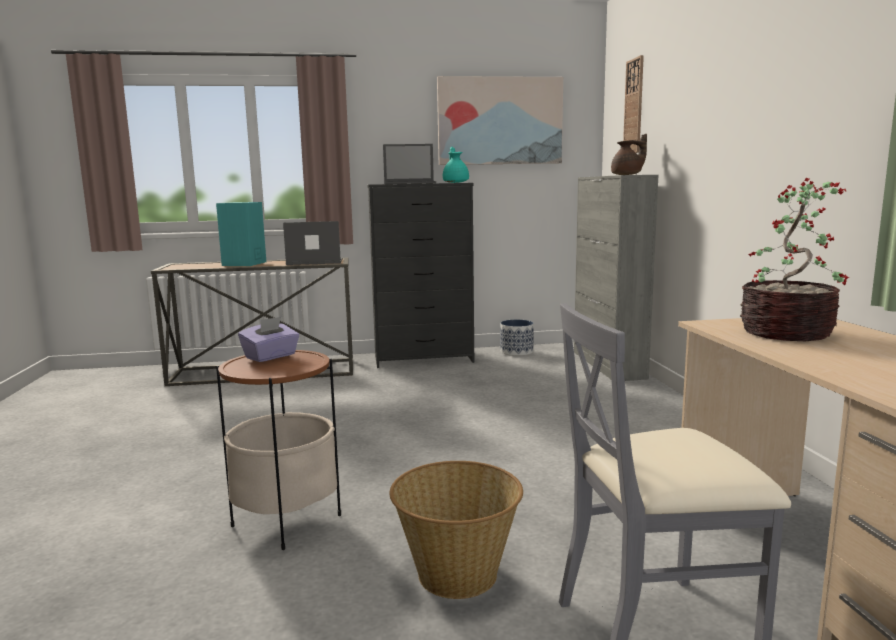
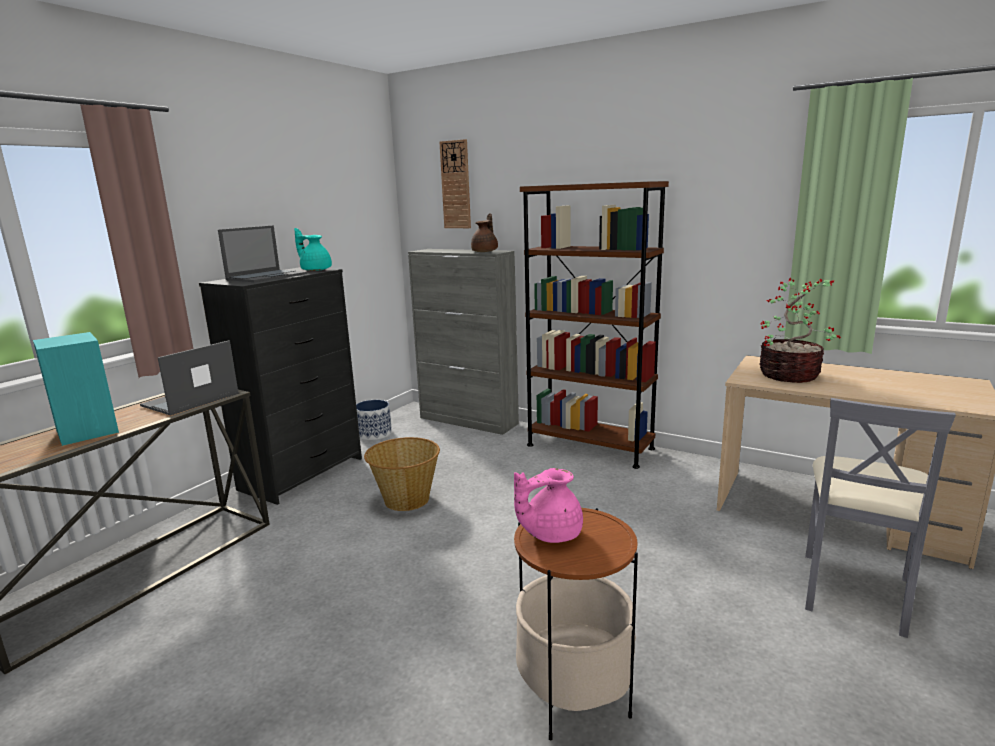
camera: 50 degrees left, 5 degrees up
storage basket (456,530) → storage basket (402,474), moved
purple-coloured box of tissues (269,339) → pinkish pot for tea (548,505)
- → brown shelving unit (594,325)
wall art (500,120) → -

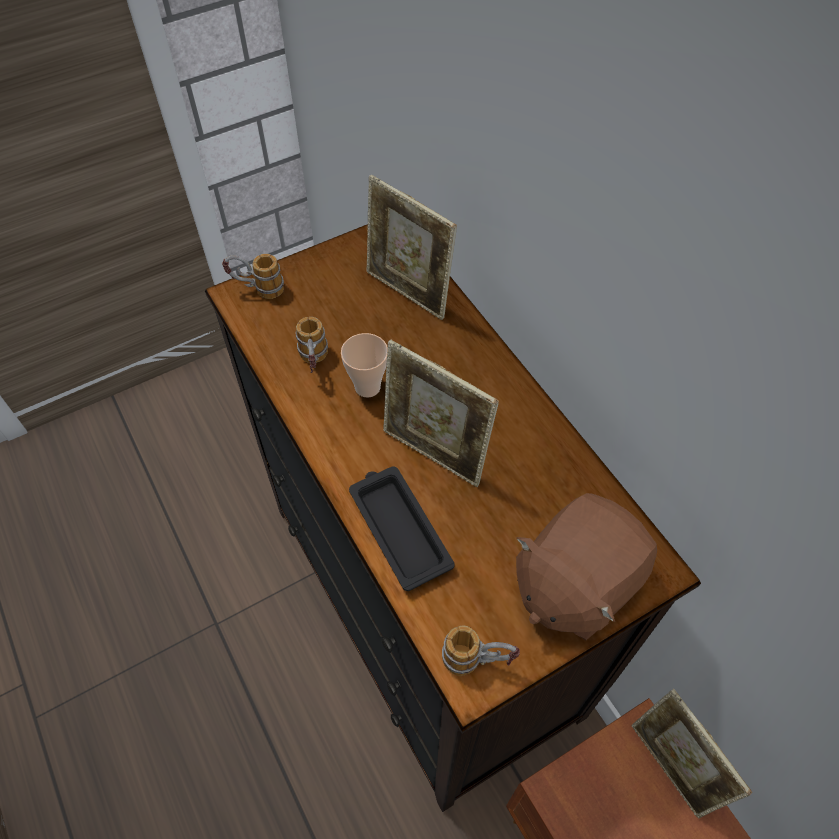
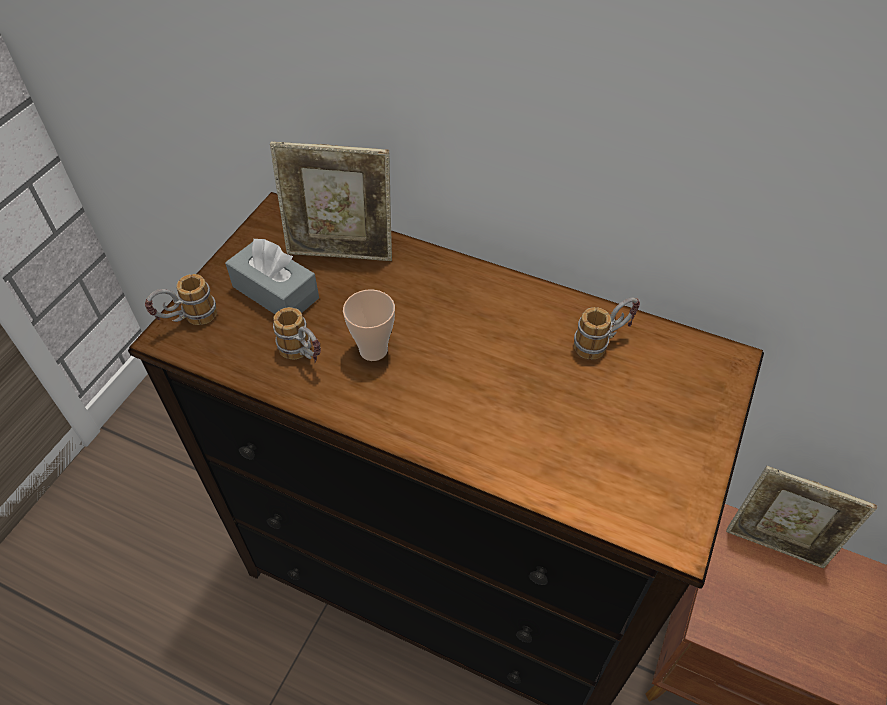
camera: 35 degrees left, 5 degrees down
- → greyish box of tissues (272,276)
mug (481,650) → mug (607,328), moved
blackish carrying tray (402,529) → -
photo frame (441,413) → -
brown plush toy (586,566) → -

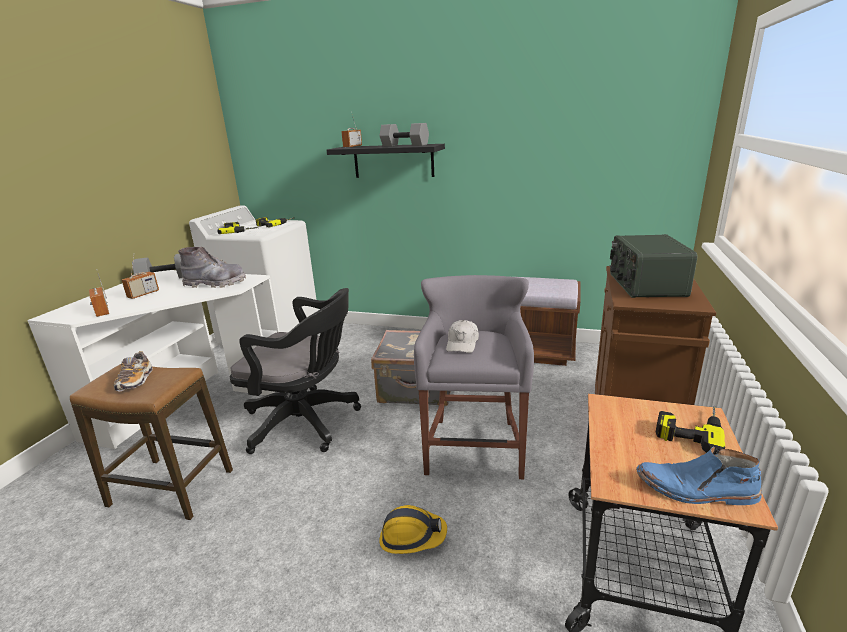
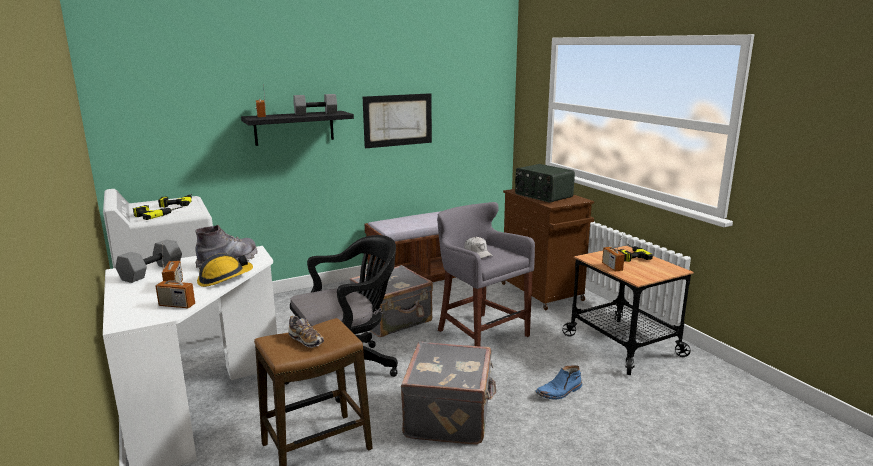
camera: 45 degrees left, 5 degrees down
hard hat (413,529) → hard hat (225,270), moved
- → wall art (397,120)
- → greyish piece of luggage (448,393)
blue-coloured boot (699,475) → blue-coloured boot (558,382), moved
- → radio receiver (613,254)

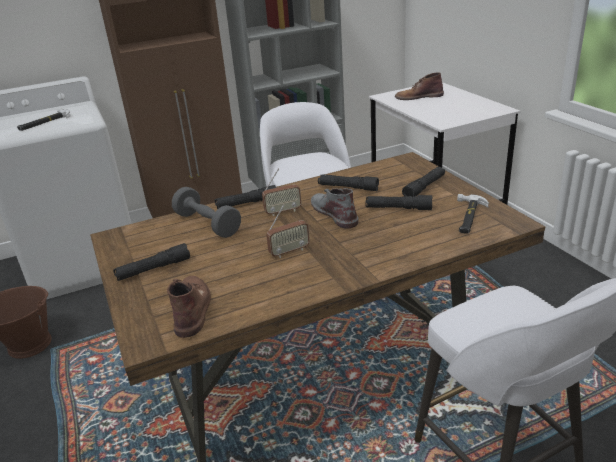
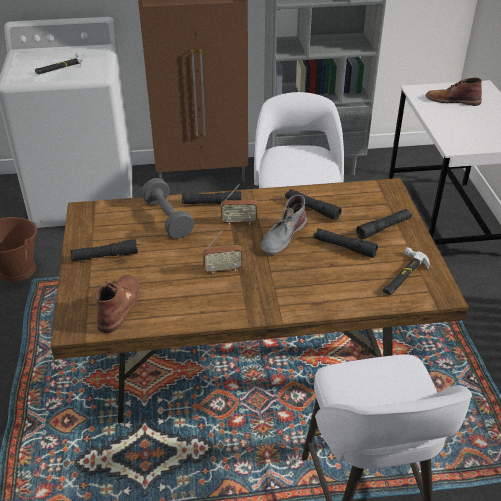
camera: 15 degrees right, 10 degrees up
greyish boot (334,208) → greyish boot (284,225), 135 degrees counterclockwise

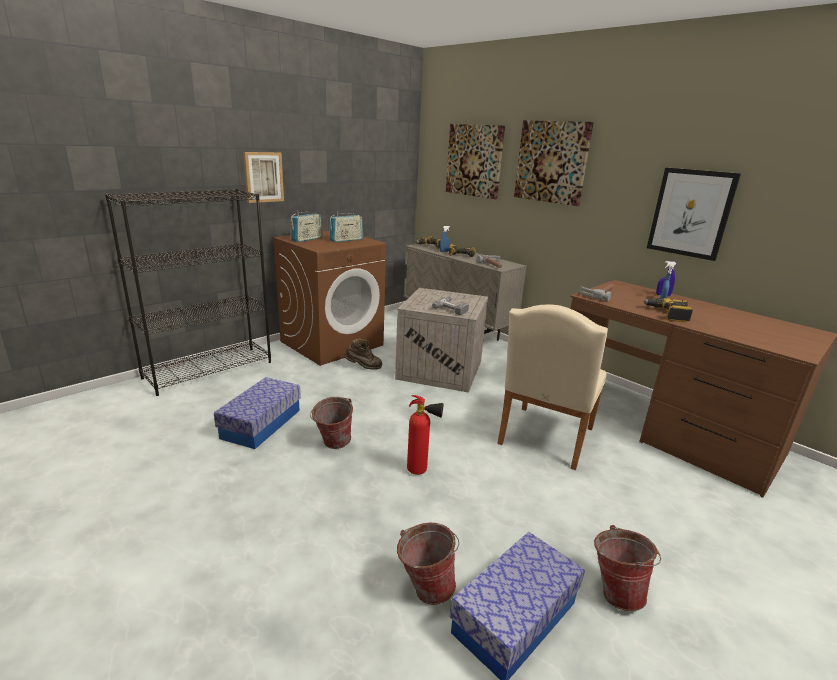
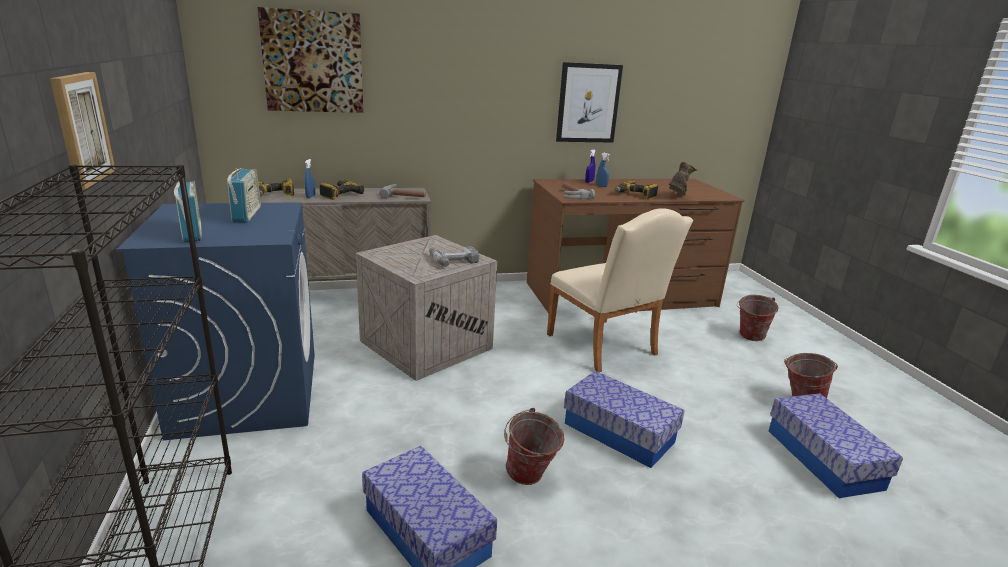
camera: 60 degrees left, 0 degrees up
brown washing machine (329,298) → blue-coloured washing machine (215,321)
fire extinguisher (425,435) → storage container (624,419)
brown boot (363,354) → brown boot (683,178), moved
bucket (428,564) → bucket (757,318), moved
wall art (554,163) → -

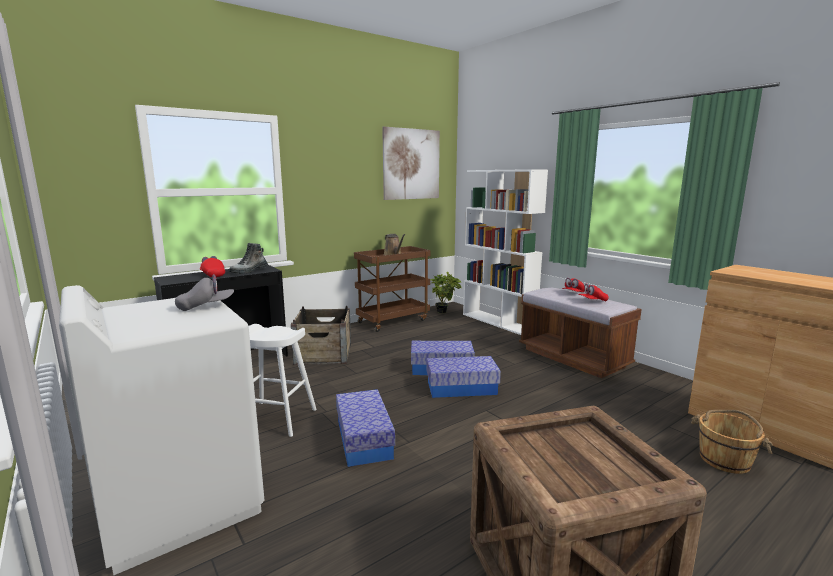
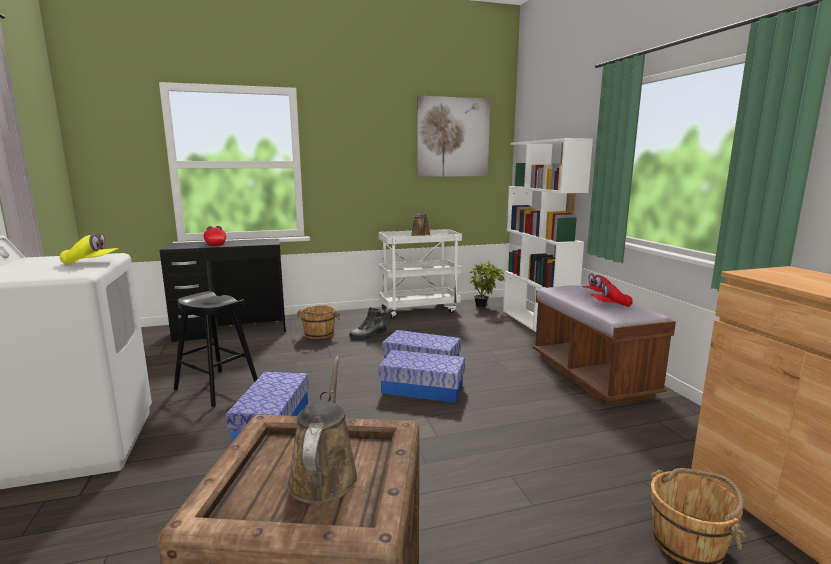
camera: 20 degrees right, 0 degrees up
greyish baseball cap (204,292) → yellow-coloured baseball cap (89,248)
white-coloured stool seat (283,380) → blackish stool seat (216,349)
- → brown watering pot (323,430)
crate (321,335) → brown bucket (318,322)
boot (248,258) → boot (368,323), moved
brown wheeled cart (392,289) → white-coloured wheeled cart (420,274)

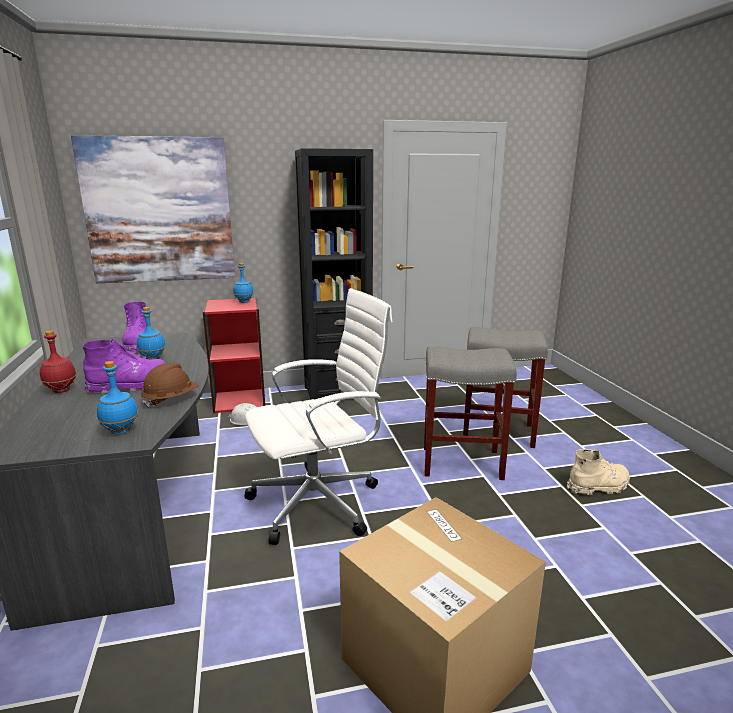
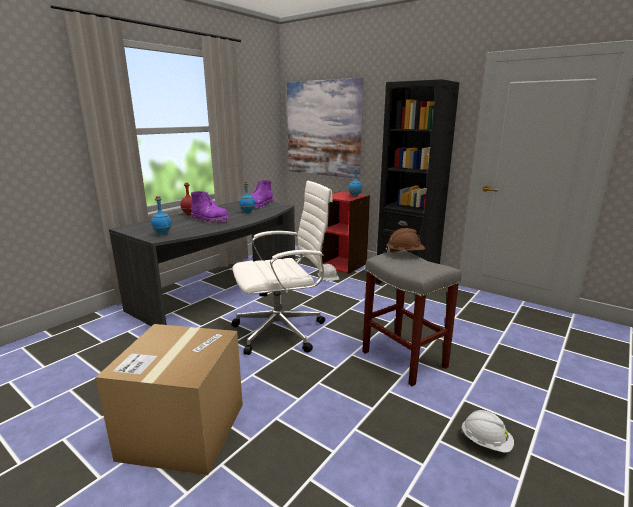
camera: 50 degrees right, 0 degrees up
white-coloured office chair (318,416) → white-coloured office chair (282,268), 45 degrees counterclockwise
brown hard hat (170,385) → brown hard hat (405,241), moved
beige-coloured boot (598,472) → white-coloured hard hat (487,431)
greyish stool seat (505,387) → -

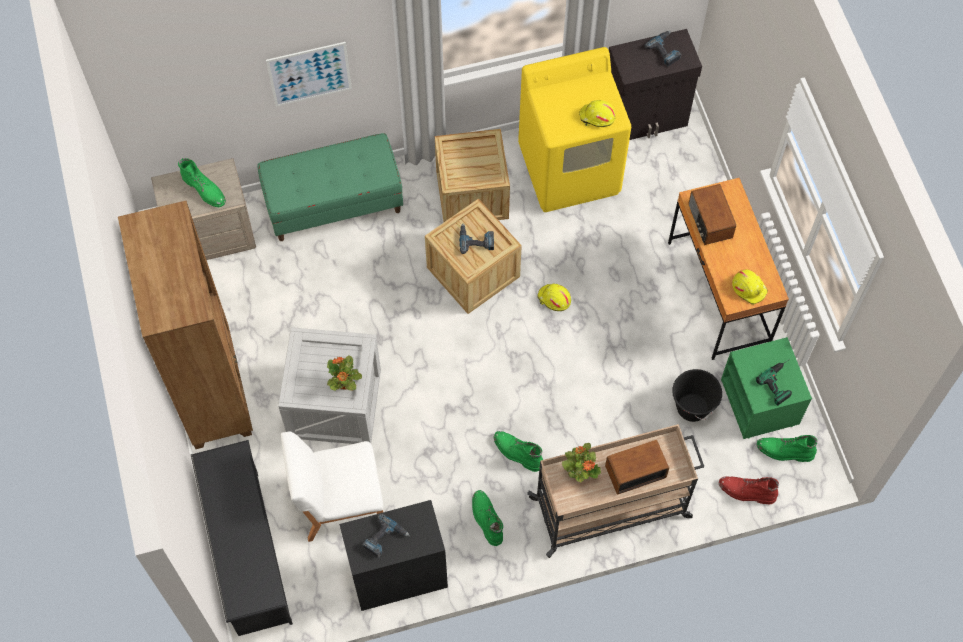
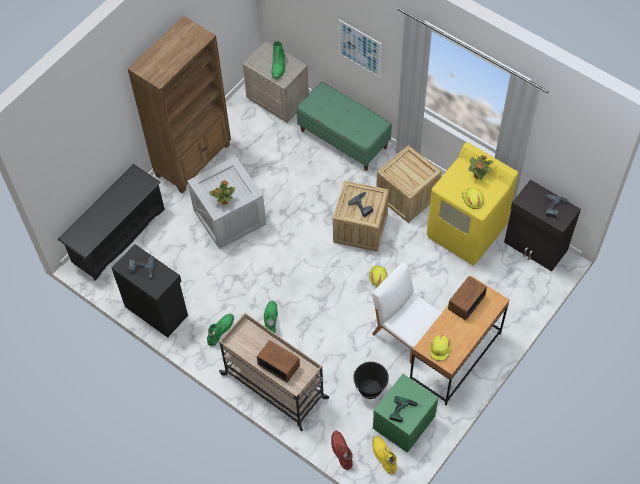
camera: 55 degrees right, 5 degrees down
white-coloured plain chair (332,487) → white-coloured plain chair (407,313), moved
greenish boot (787,448) → yellow-coloured boot (384,455)
plant in a pot (581,462) → plant in a pot (480,167), moved

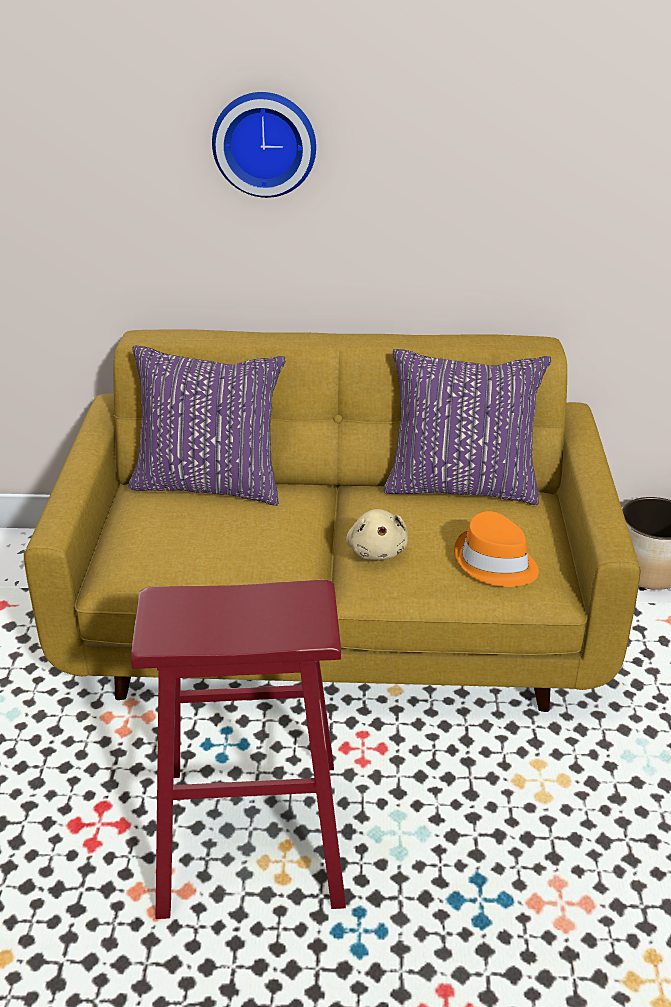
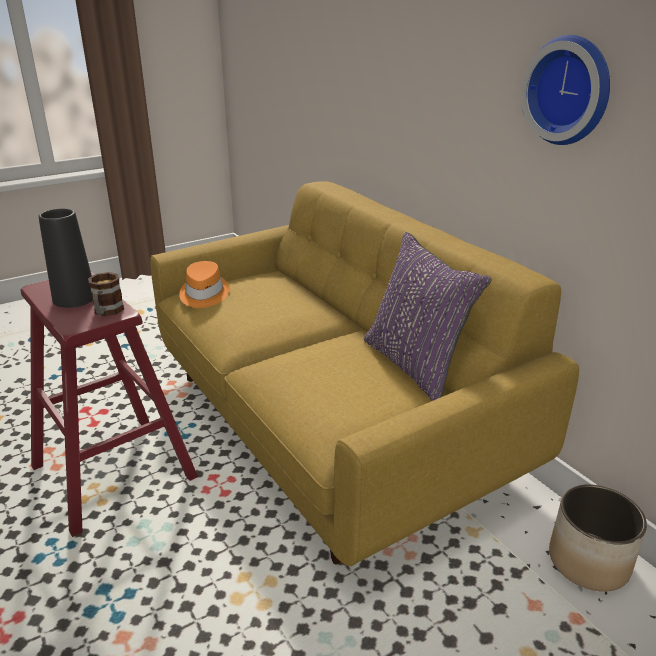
camera: 55 degrees right, 5 degrees down
- → blackish decorative vase (65,258)
- → mug (106,294)
orange hat (496,549) → orange hat (204,284), moved
hanging clock (264,145) → hanging clock (565,90), moved
purple-coloured throw pillow (207,426) → -
beige-coloured plush toy (377,534) → -

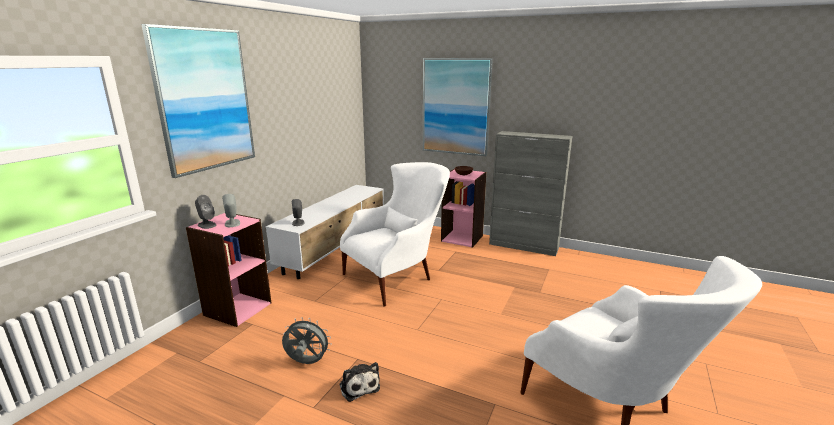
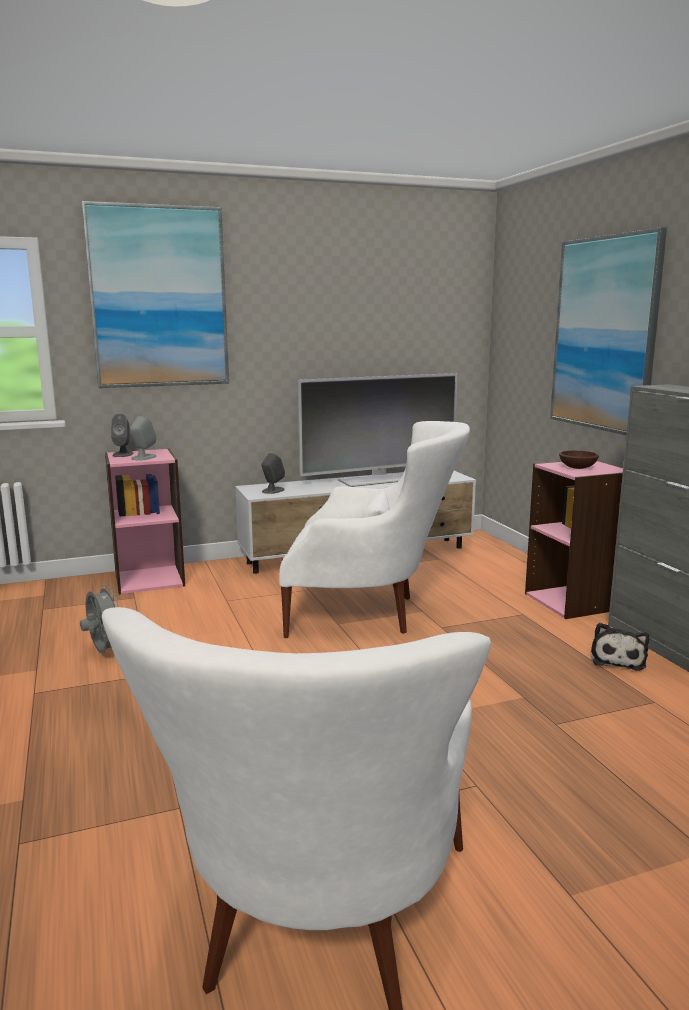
camera: 45 degrees right, 5 degrees down
- → television (378,430)
plush toy (359,382) → plush toy (620,647), moved

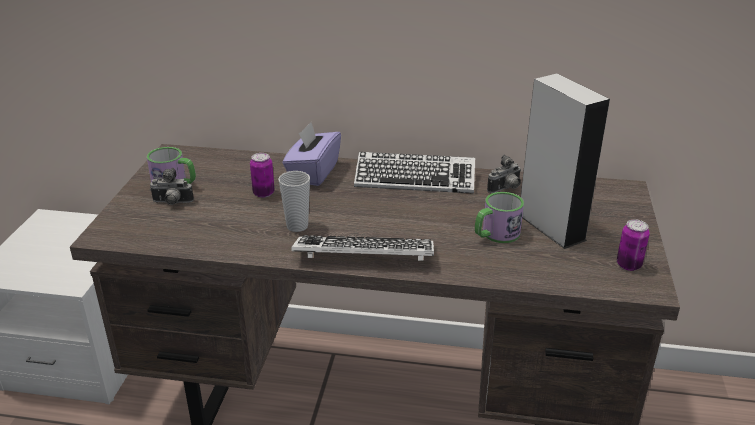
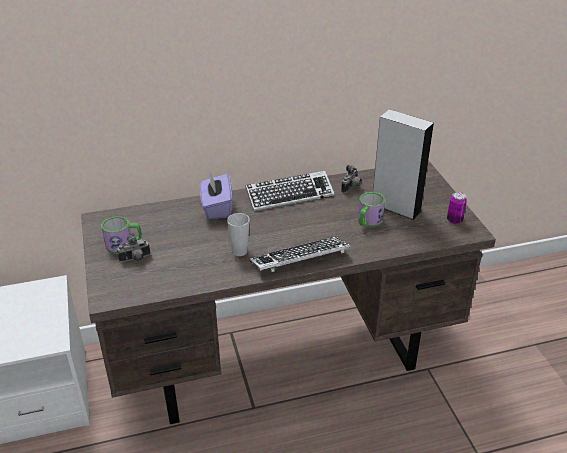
camera: 25 degrees left, 5 degrees up
metal can (262,175) → -

